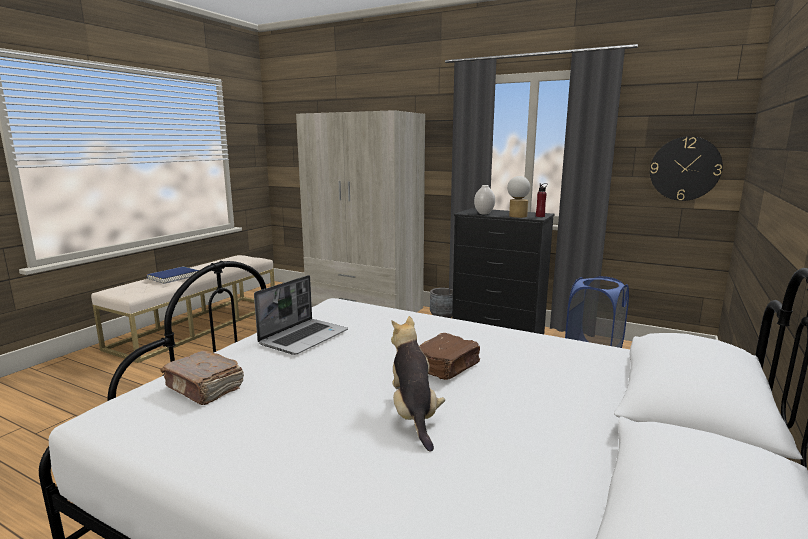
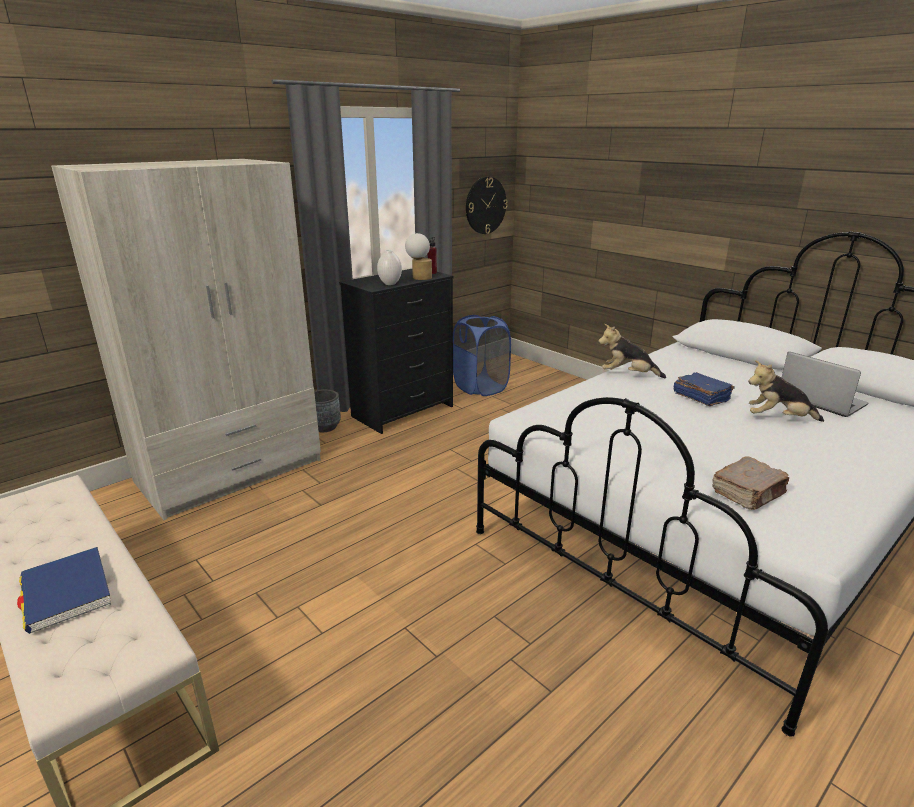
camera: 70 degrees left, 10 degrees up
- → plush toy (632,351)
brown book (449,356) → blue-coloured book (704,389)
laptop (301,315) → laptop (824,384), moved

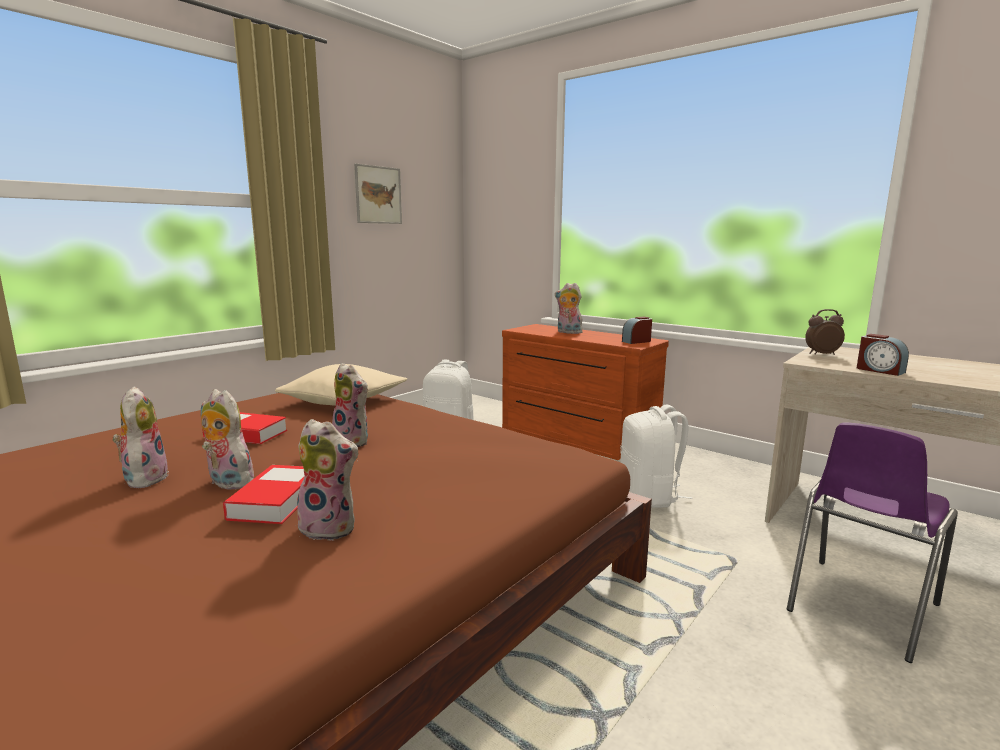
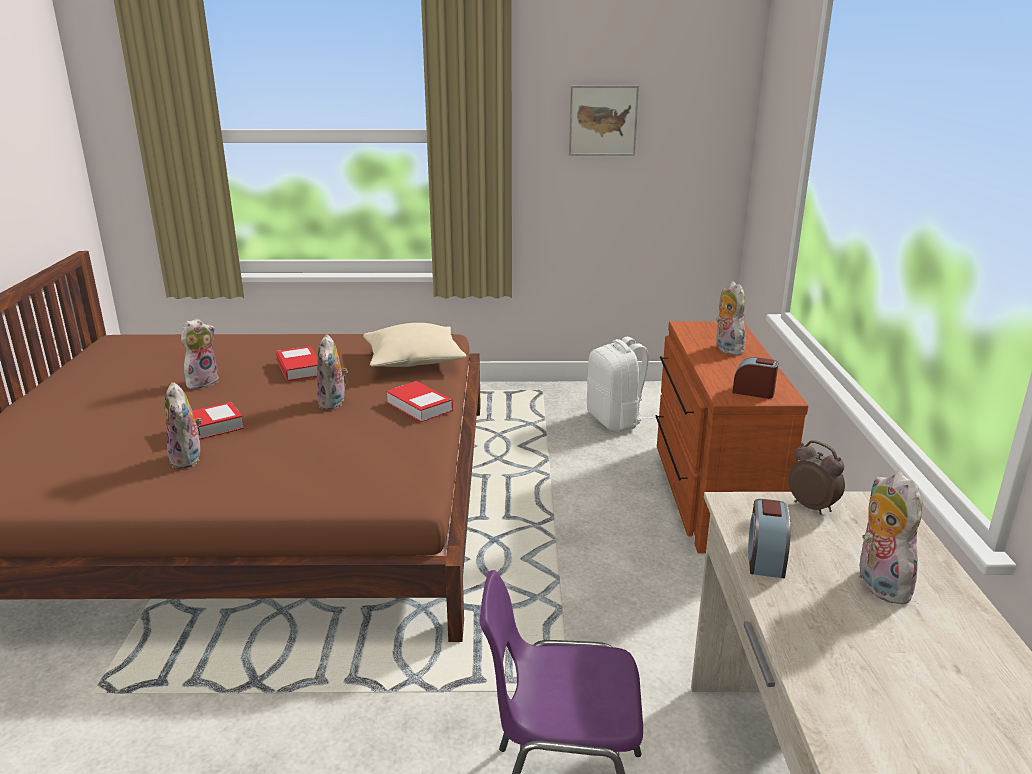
camera: 50 degrees right, 10 degrees up
- → book (419,402)
plush toy (227,439) → plush toy (891,538), moved
white-coloured knapsack (656,456) → -

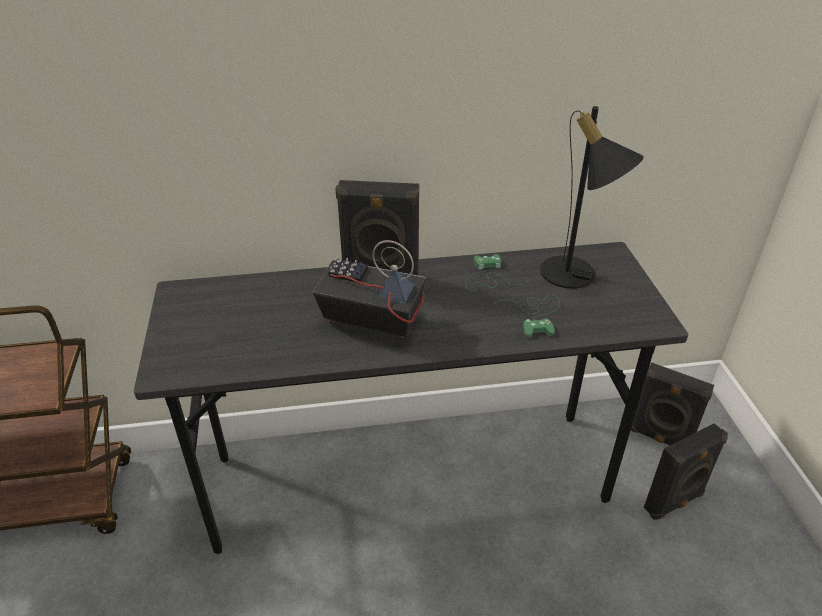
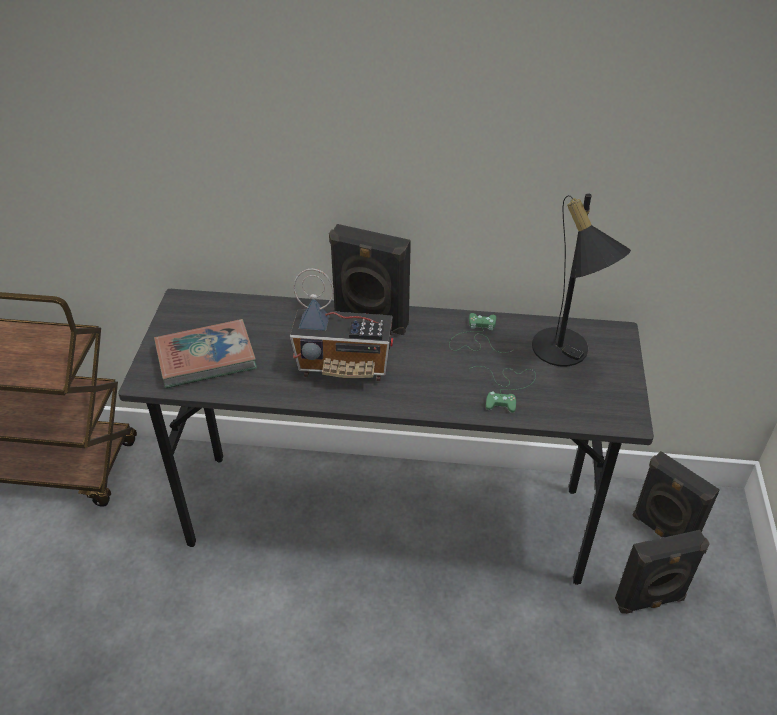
camera: 15 degrees right, 5 degrees up
- → book (205,353)
radio receiver (369,290) → radio receiver (341,325), 150 degrees clockwise

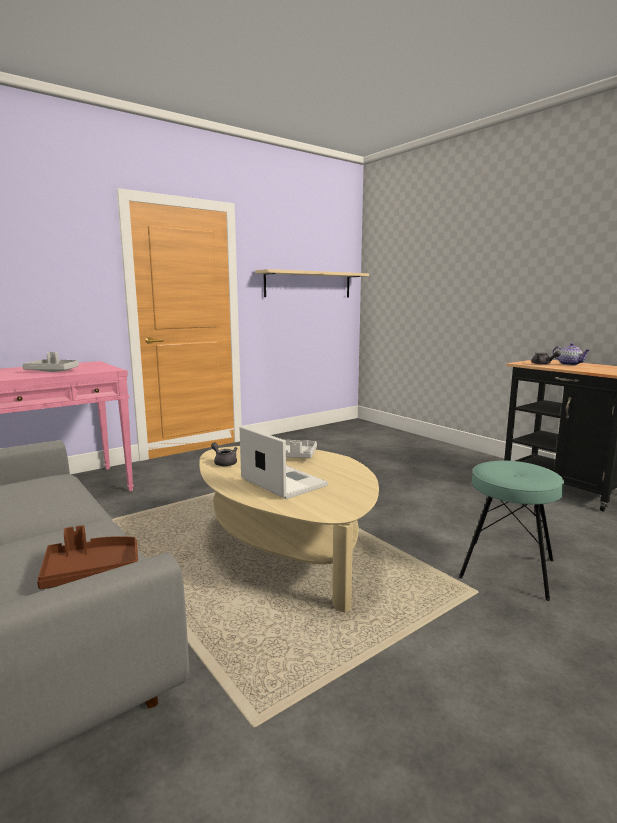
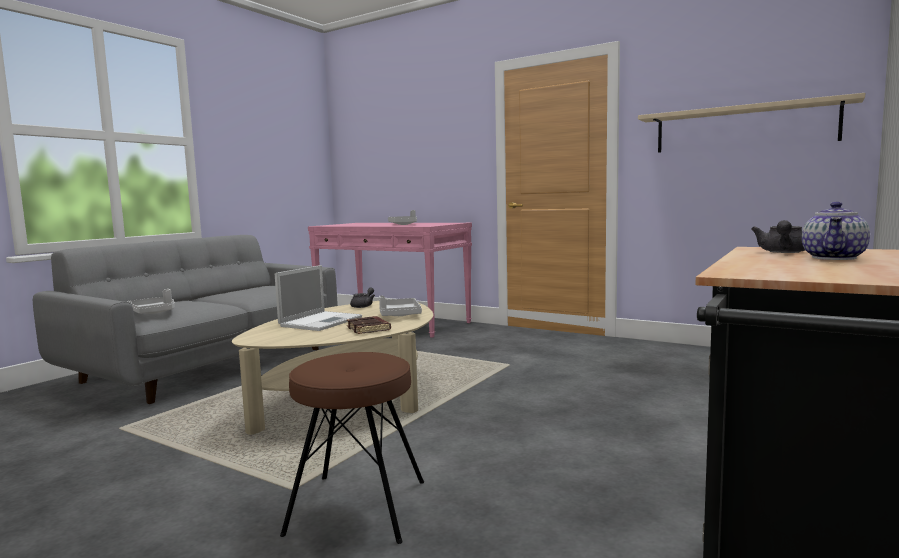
camera: 70 degrees right, 5 degrees down
brown carrying tray (87,557) → greyish carrying tray (151,301)
turquoise-coloured stool seat (511,531) → brown stool seat (352,448)
- → brown book (369,325)

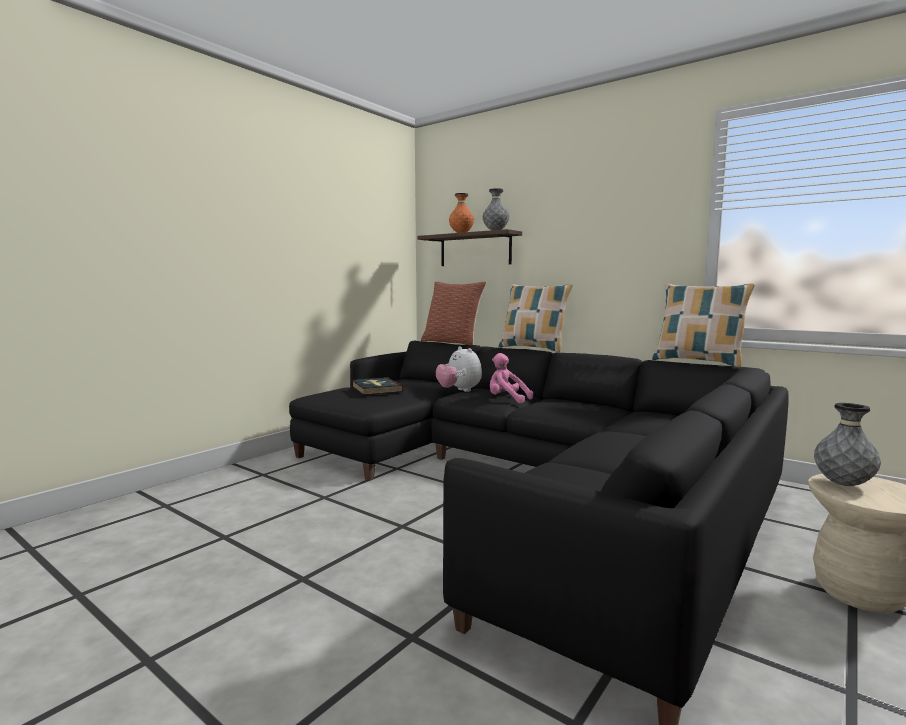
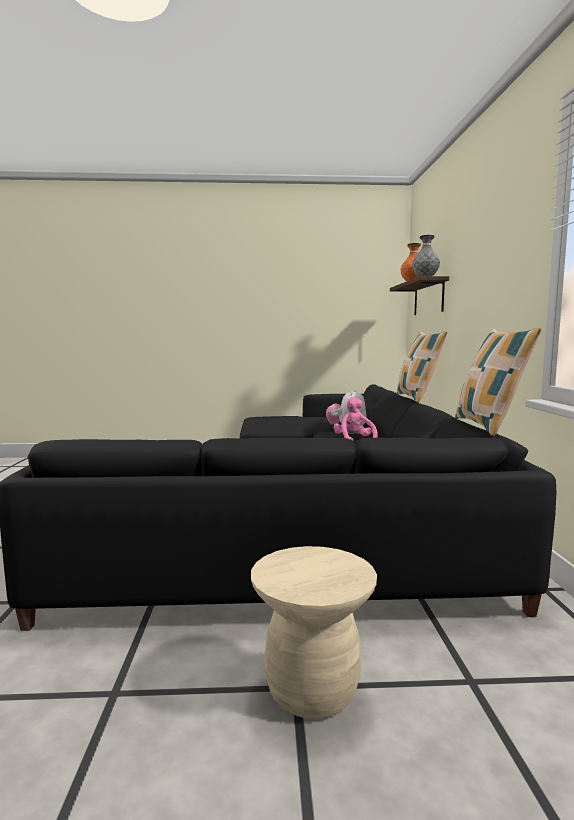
camera: 50 degrees right, 0 degrees up
book (377,386) → -
throw pillow (453,314) → -
greyish decorative vase (847,444) → -

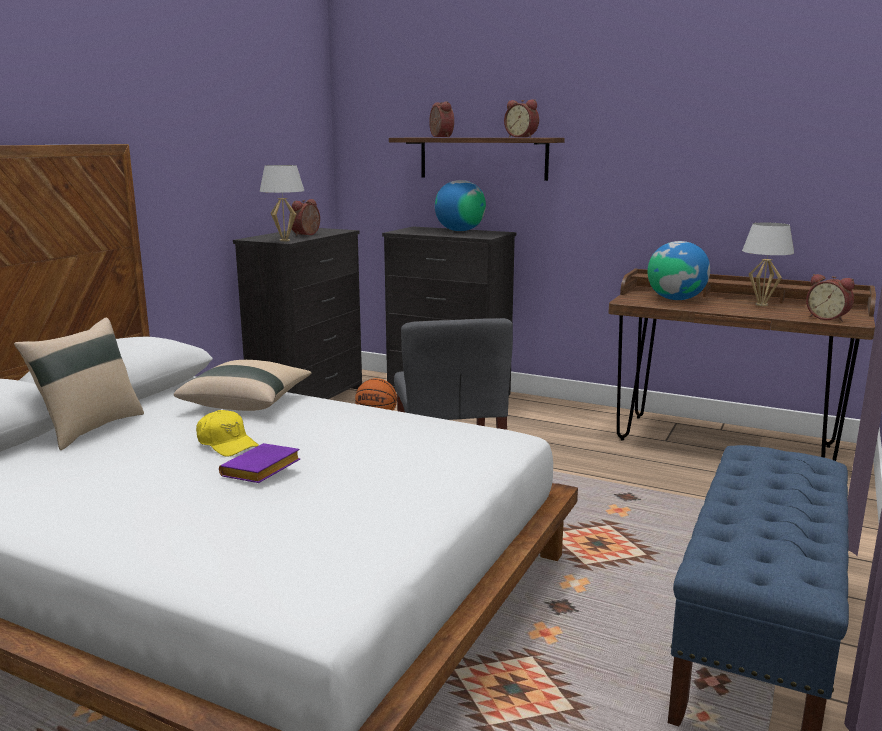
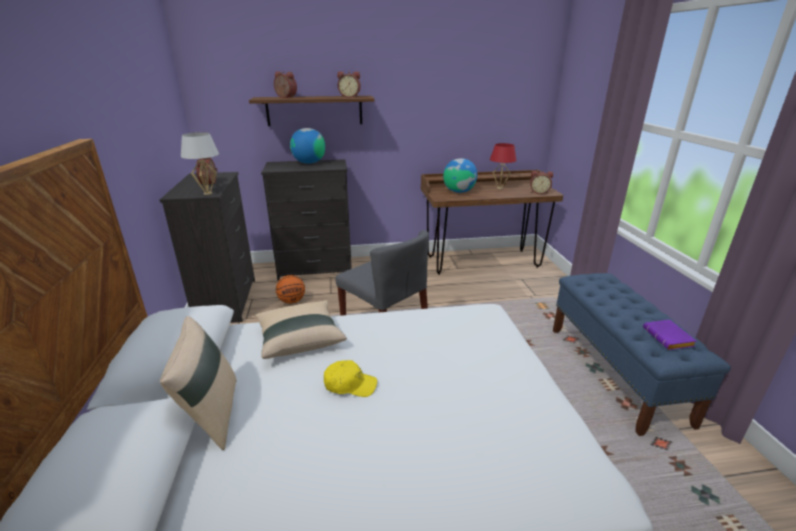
camera: 35 degrees left, 10 degrees up
white-coloured table lamp (768,264) → red table lamp (503,166)
purple-coloured book (259,463) → purple-coloured book (670,334), moved

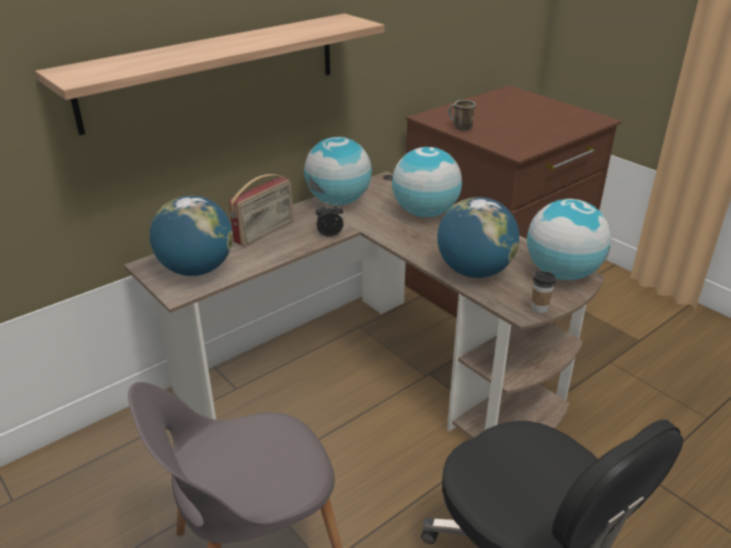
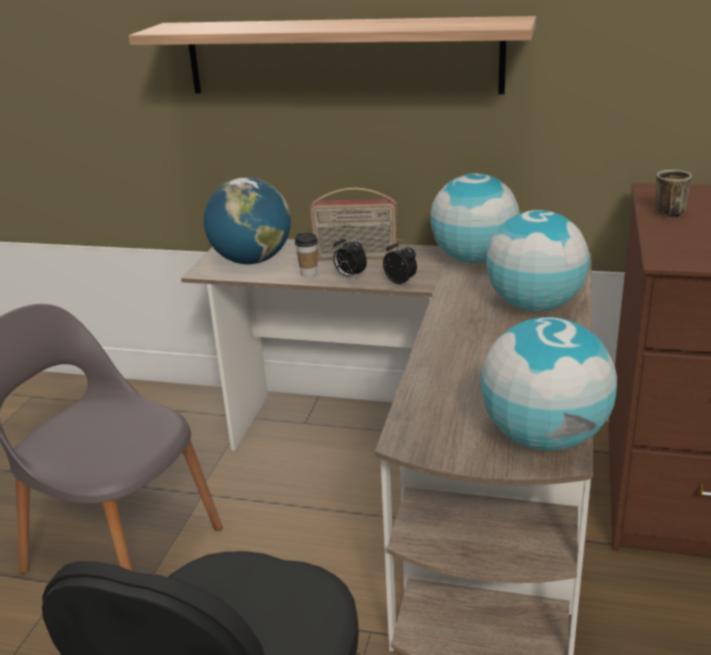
camera: 55 degrees right, 5 degrees down
drinking cup (544,292) → drinking cup (306,255), moved
- → alarm clock (350,256)
world globe (478,237) → -

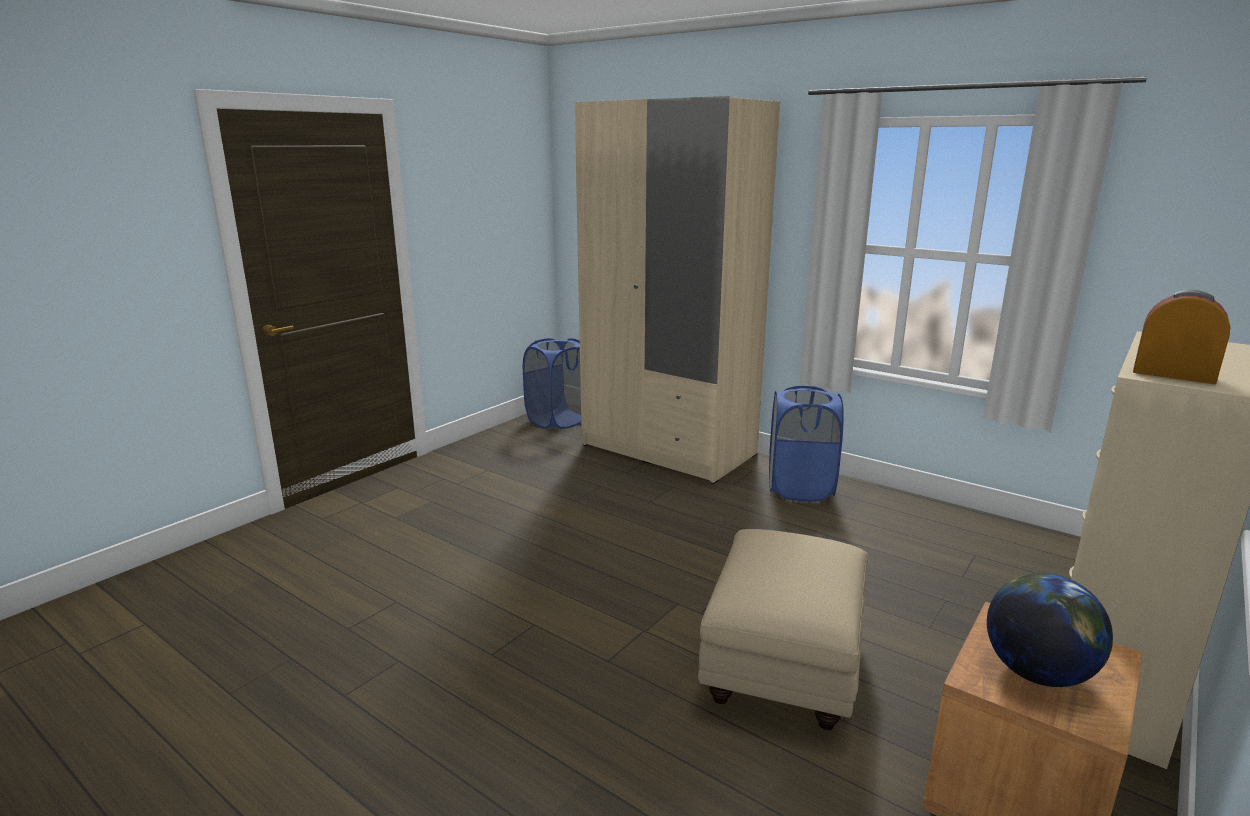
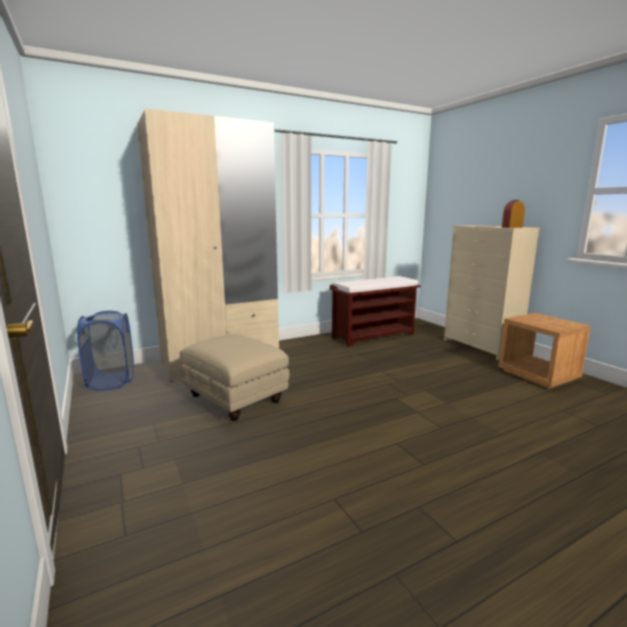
camera: 65 degrees left, 5 degrees down
beige-coloured pouffe (783,629) → beige-coloured pouffe (235,377), moved
- → brown indoor bench (375,311)
blue-coloured washing basket (806,443) → -
world globe (1050,630) → -

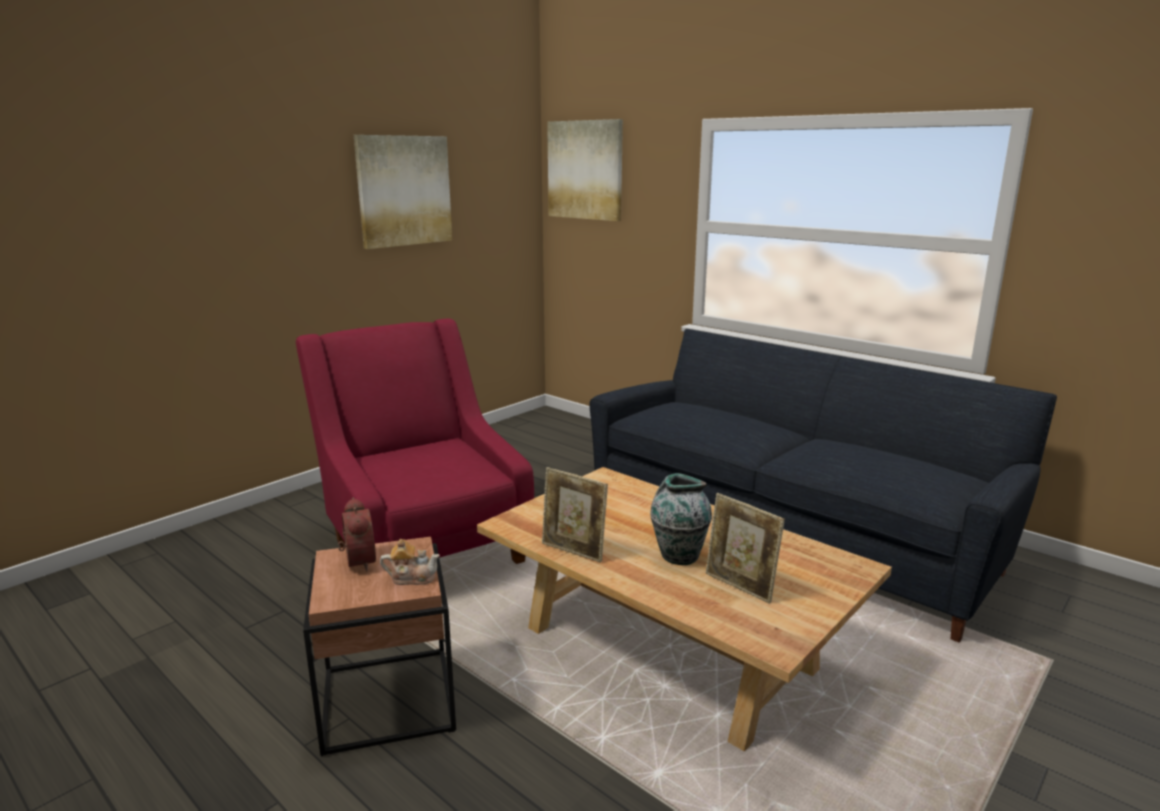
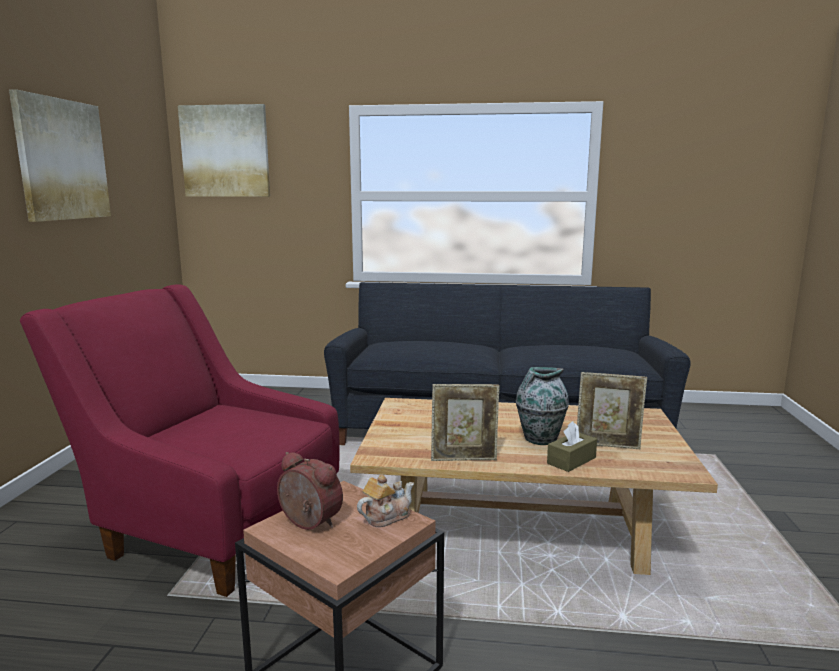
camera: 35 degrees left, 5 degrees down
- → brown box of tissues (572,446)

